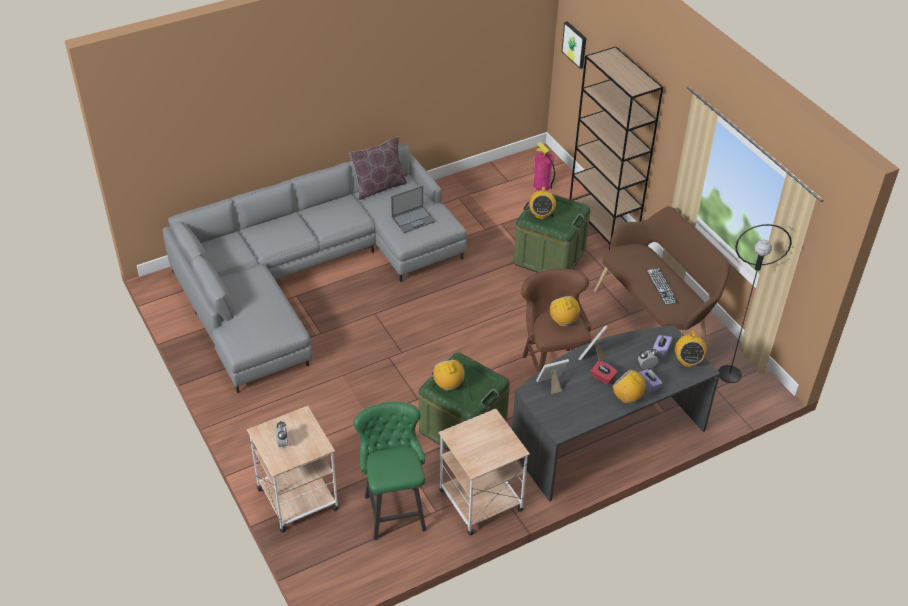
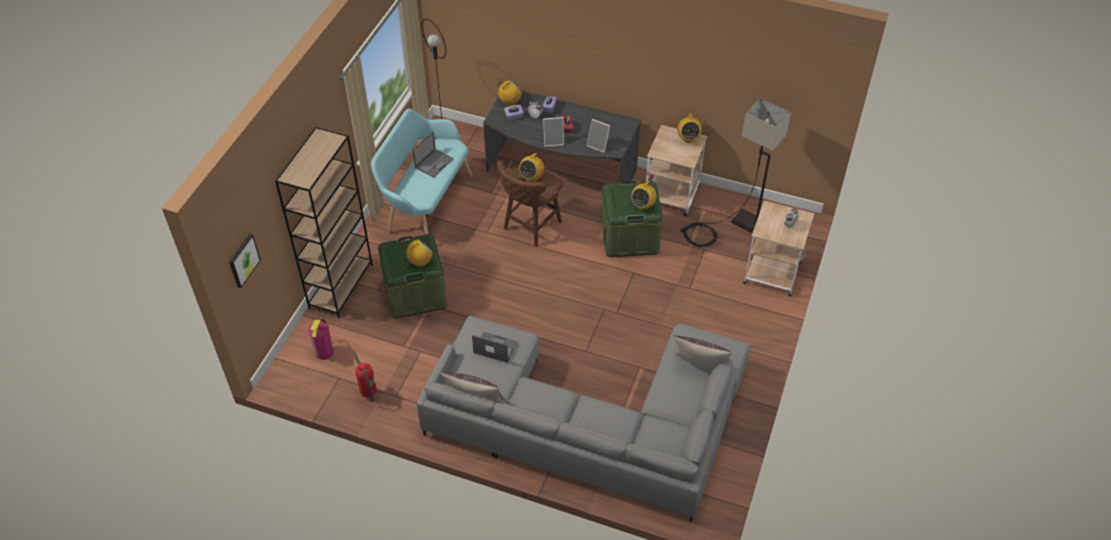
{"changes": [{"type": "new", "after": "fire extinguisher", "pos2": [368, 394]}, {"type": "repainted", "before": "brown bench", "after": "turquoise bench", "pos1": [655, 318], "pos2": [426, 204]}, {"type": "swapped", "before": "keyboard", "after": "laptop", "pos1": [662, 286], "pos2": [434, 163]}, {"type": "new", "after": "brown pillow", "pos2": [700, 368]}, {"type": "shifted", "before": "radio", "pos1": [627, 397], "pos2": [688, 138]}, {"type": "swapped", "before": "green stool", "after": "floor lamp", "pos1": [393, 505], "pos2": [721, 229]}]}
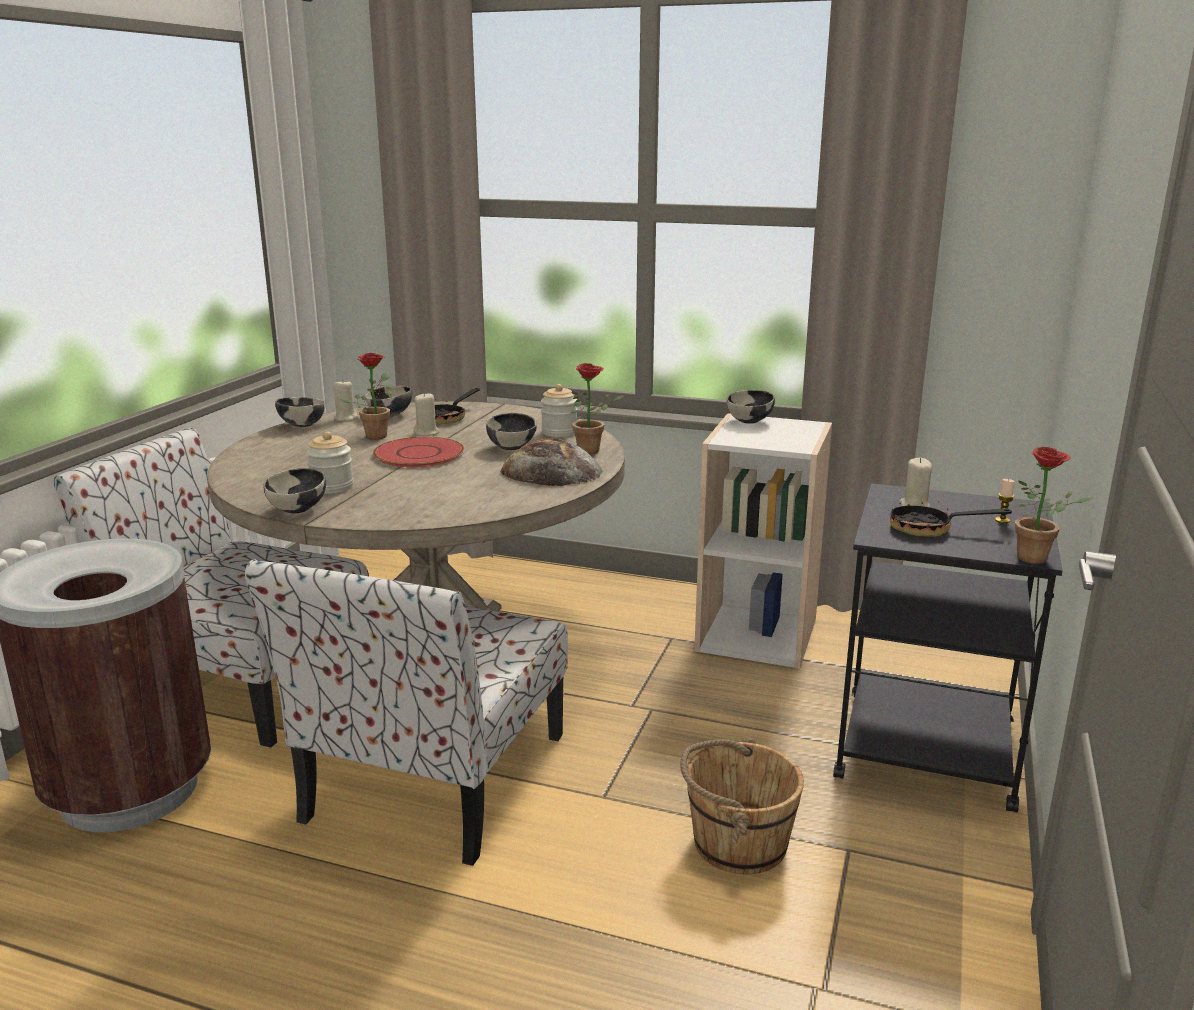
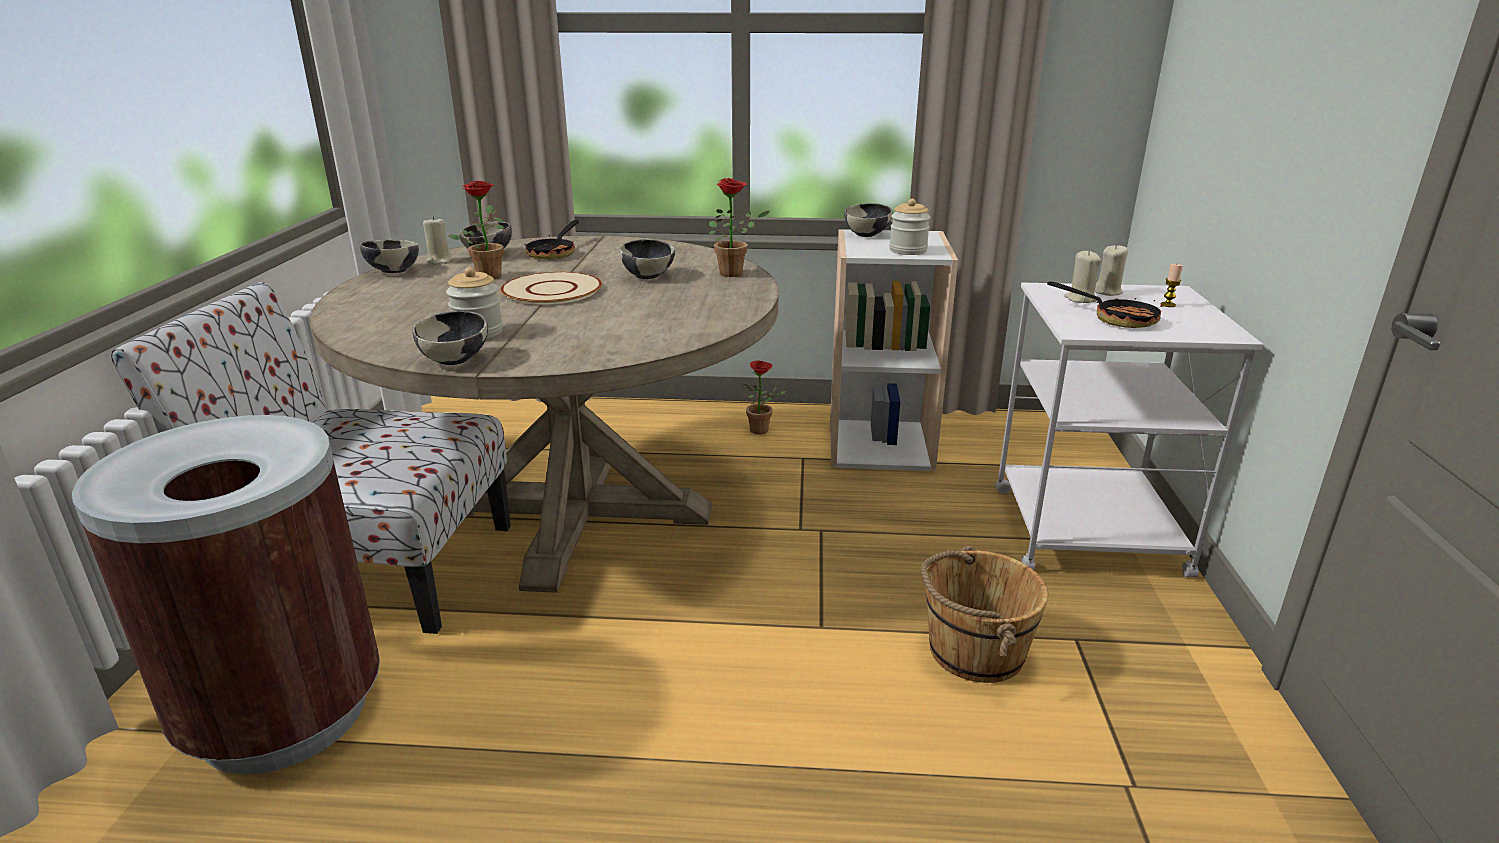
{"changes": [{"type": "repainted", "before": "red plate", "after": "beige plate", "pos1": [418, 454], "pos2": [551, 290]}, {"type": "shifted", "before": "potted plant", "pos1": [1038, 559], "pos2": [763, 430]}, {"type": "shifted", "before": "jar", "pos1": [559, 432], "pos2": [908, 250]}, {"type": "repainted", "before": "black cart", "after": "white cart", "pos1": [926, 751], "pos2": [1087, 533]}, {"type": "rotated", "before": "frying pan", "pos1": [930, 529], "pos2": [1115, 318], "turn": -135}, {"type": "shifted", "before": "beige candle", "pos1": [427, 433], "pos2": [1107, 292]}, {"type": "gone", "before": "chair", "pos1": [433, 780]}, {"type": "gone", "before": "bread", "pos1": [551, 471]}]}
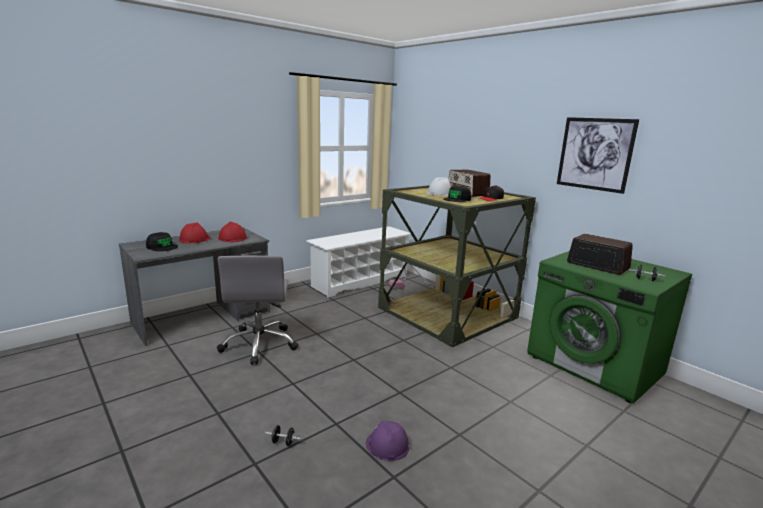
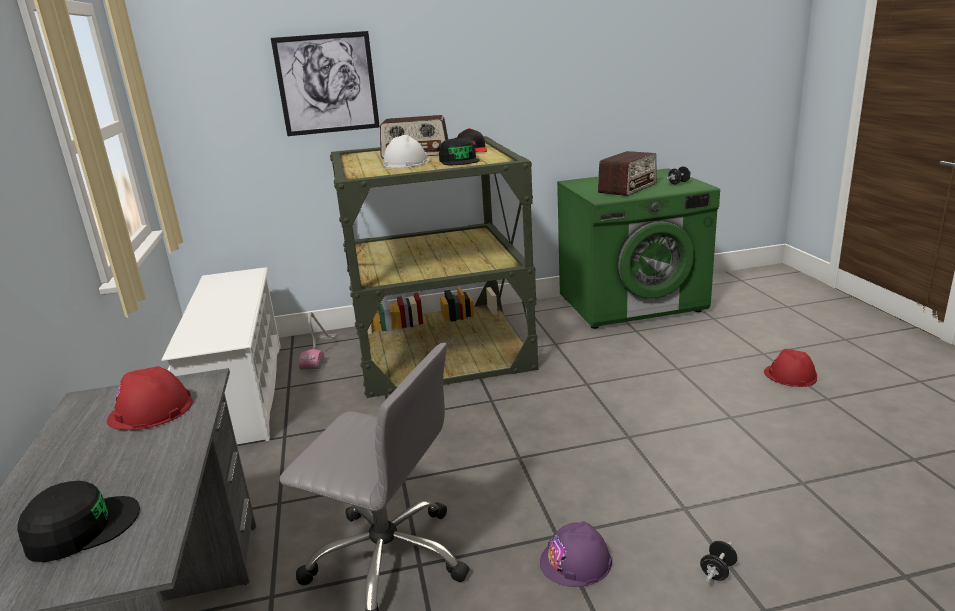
{"changes": [{"type": "shifted", "before": "picture", "pos1": [595, 154], "pos2": [327, 84]}, {"type": "shifted", "before": "purple hard hat", "pos1": [387, 445], "pos2": [576, 562]}, {"type": "rotated", "before": "radio", "pos1": [597, 265], "pos2": [627, 188], "turn": 150}, {"type": "shifted", "before": "red hard hat", "pos1": [194, 239], "pos2": [790, 375]}]}
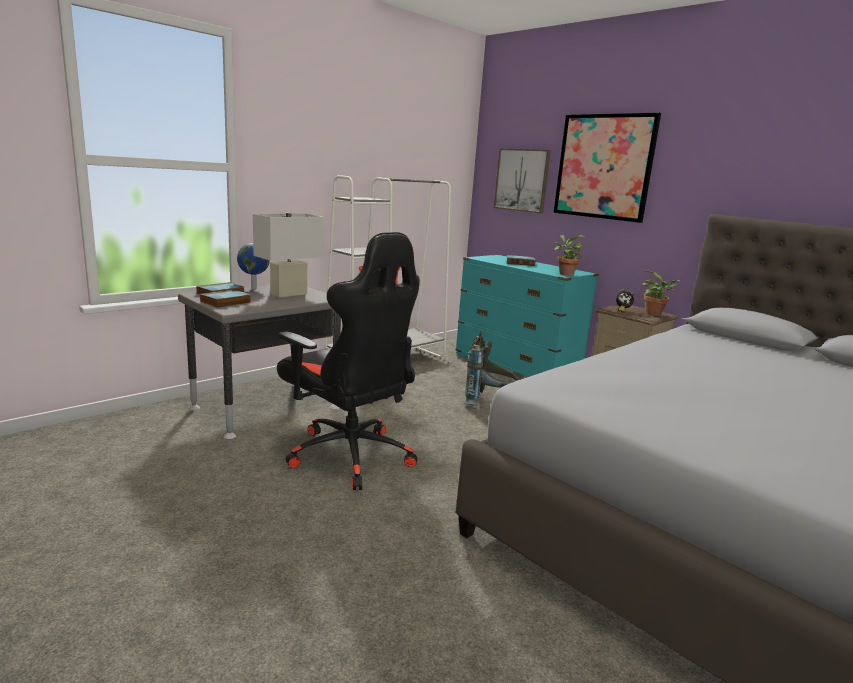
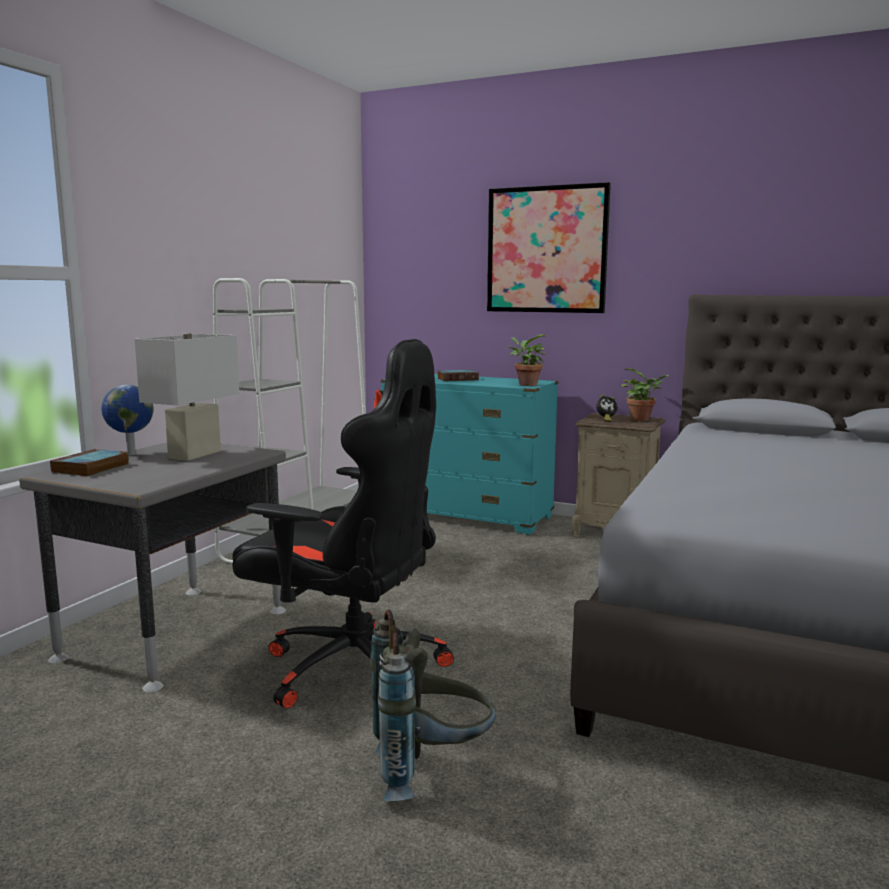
{"changes": [{"type": "shifted", "before": "grey backpack", "pos1": [488, 402], "pos2": [430, 770]}, {"type": "gone", "before": "book", "pos1": [225, 302]}, {"type": "gone", "before": "picture", "pos1": [522, 180]}]}
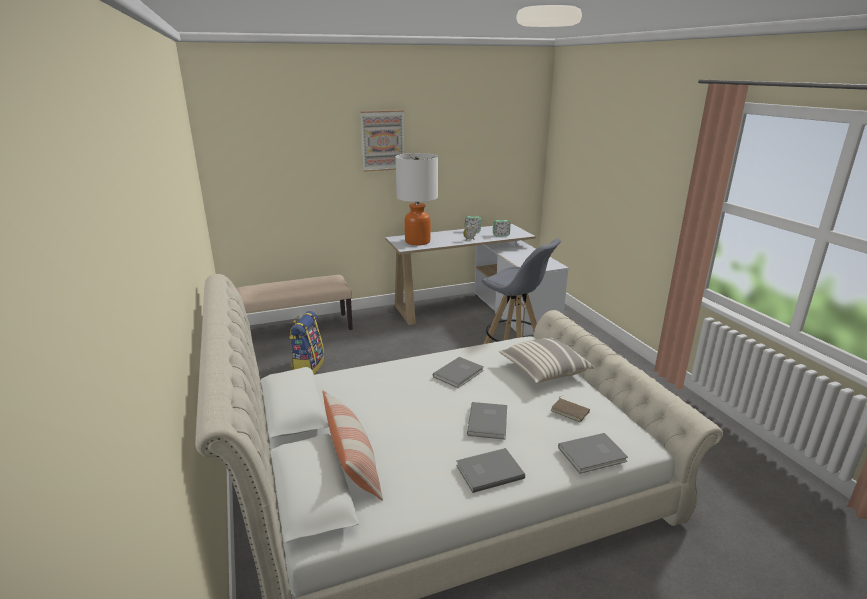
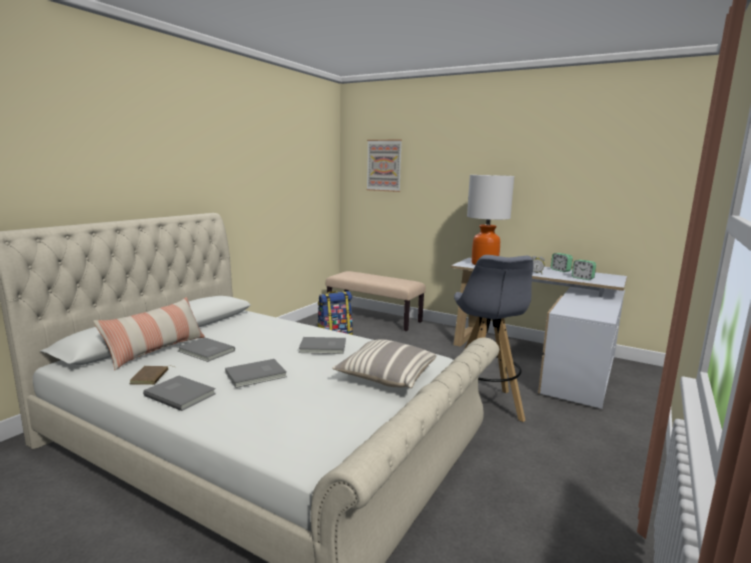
{"changes": [{"type": "shifted", "before": "brown book", "pos1": [570, 411], "pos2": [151, 377]}, {"type": "shifted", "before": "grey book", "pos1": [593, 455], "pos2": [205, 351]}, {"type": "shifted", "before": "picture", "pos1": [382, 140], "pos2": [384, 165]}]}
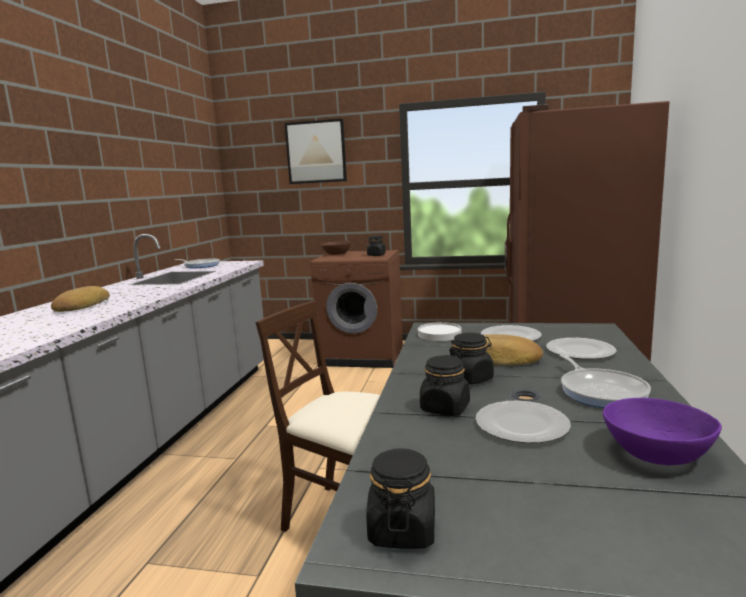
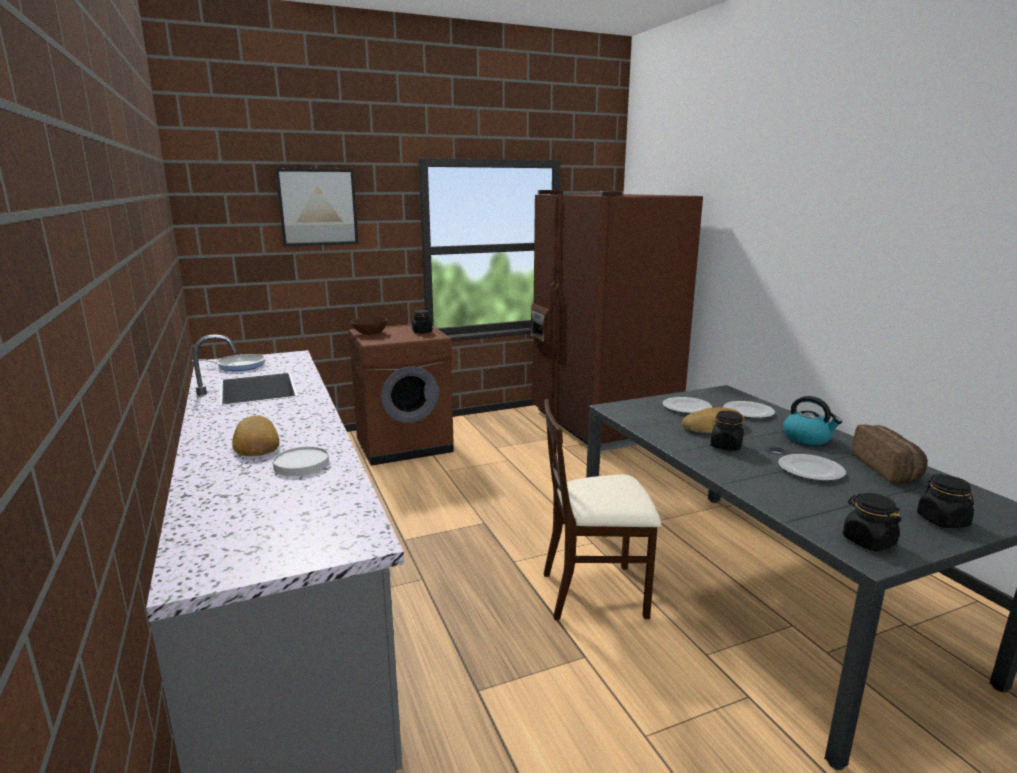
{"changes": [{"type": "shifted", "before": "white plate", "pos1": [439, 334], "pos2": [301, 464]}, {"type": "swapped", "before": "frying pan", "after": "kettle", "pos1": [601, 391], "pos2": [807, 438]}, {"type": "swapped", "before": "purple bowl", "after": "bread", "pos1": [655, 453], "pos2": [888, 468]}, {"type": "shifted", "before": "black jar", "pos1": [445, 408], "pos2": [943, 520]}]}
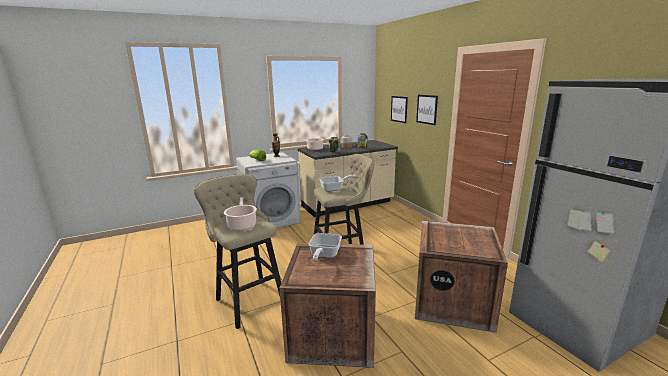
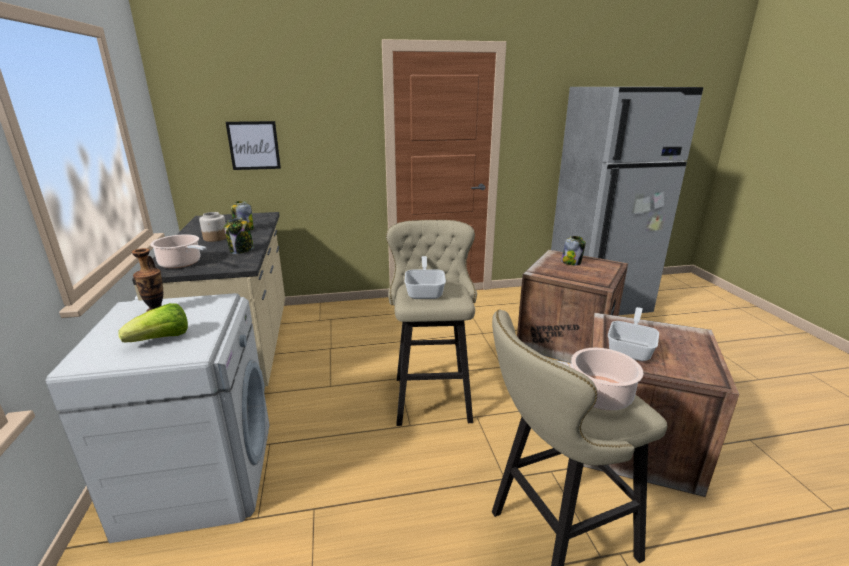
{"changes": [{"type": "new", "after": "jar", "pos2": [571, 262]}, {"type": "rotated", "before": "frying pan", "pos1": [324, 255], "pos2": [631, 348], "turn": -90}, {"type": "gone", "before": "picture", "pos1": [427, 109]}]}
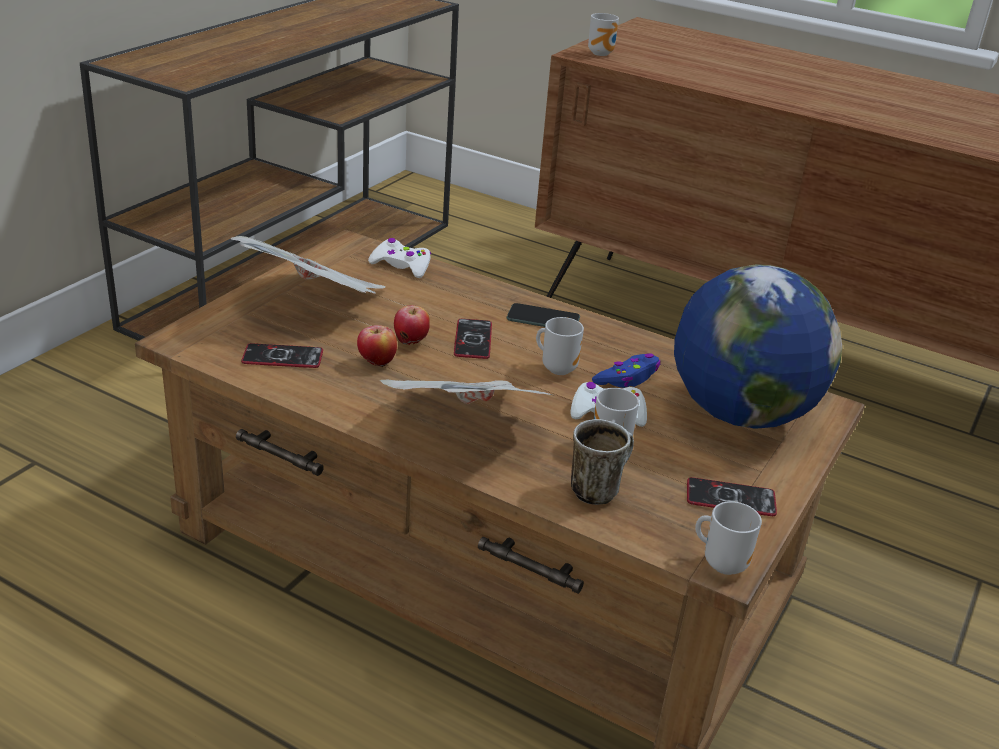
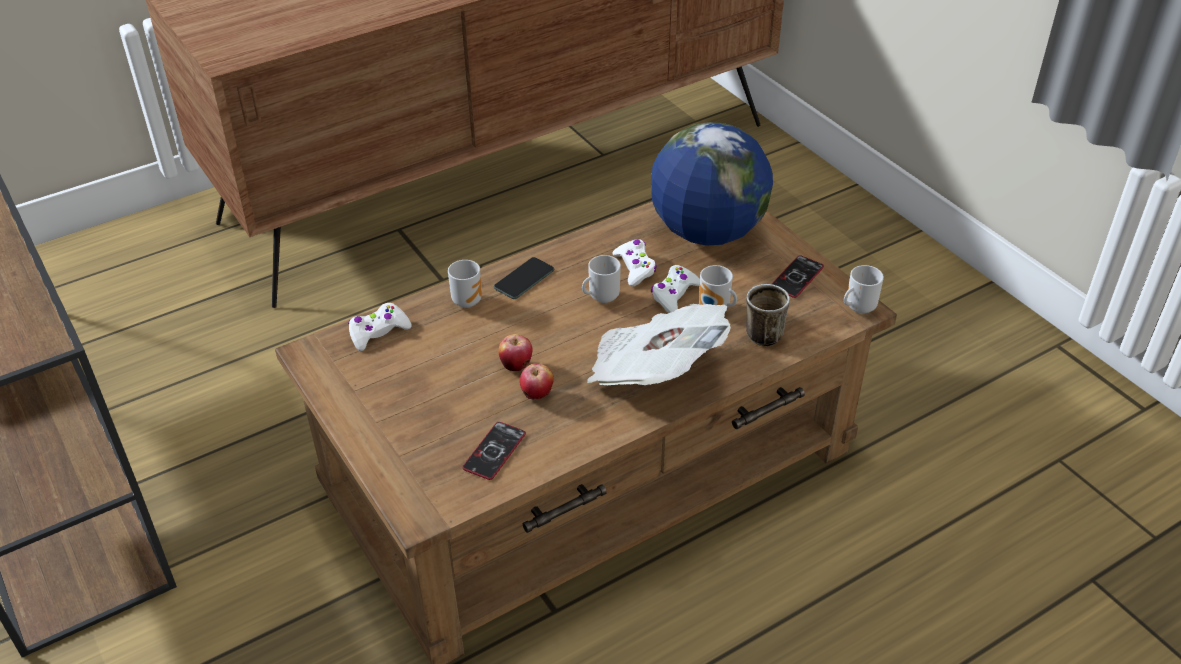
{"changes": [{"type": "shifted", "before": "mug", "pos1": [602, 53], "pos2": [467, 300]}, {"type": "repainted", "before": "blue game controller", "after": "white game controller", "pos1": [627, 378], "pos2": [635, 267]}, {"type": "gone", "before": "newspaper", "pos1": [314, 302]}, {"type": "gone", "before": "phone", "pos1": [473, 340]}]}
